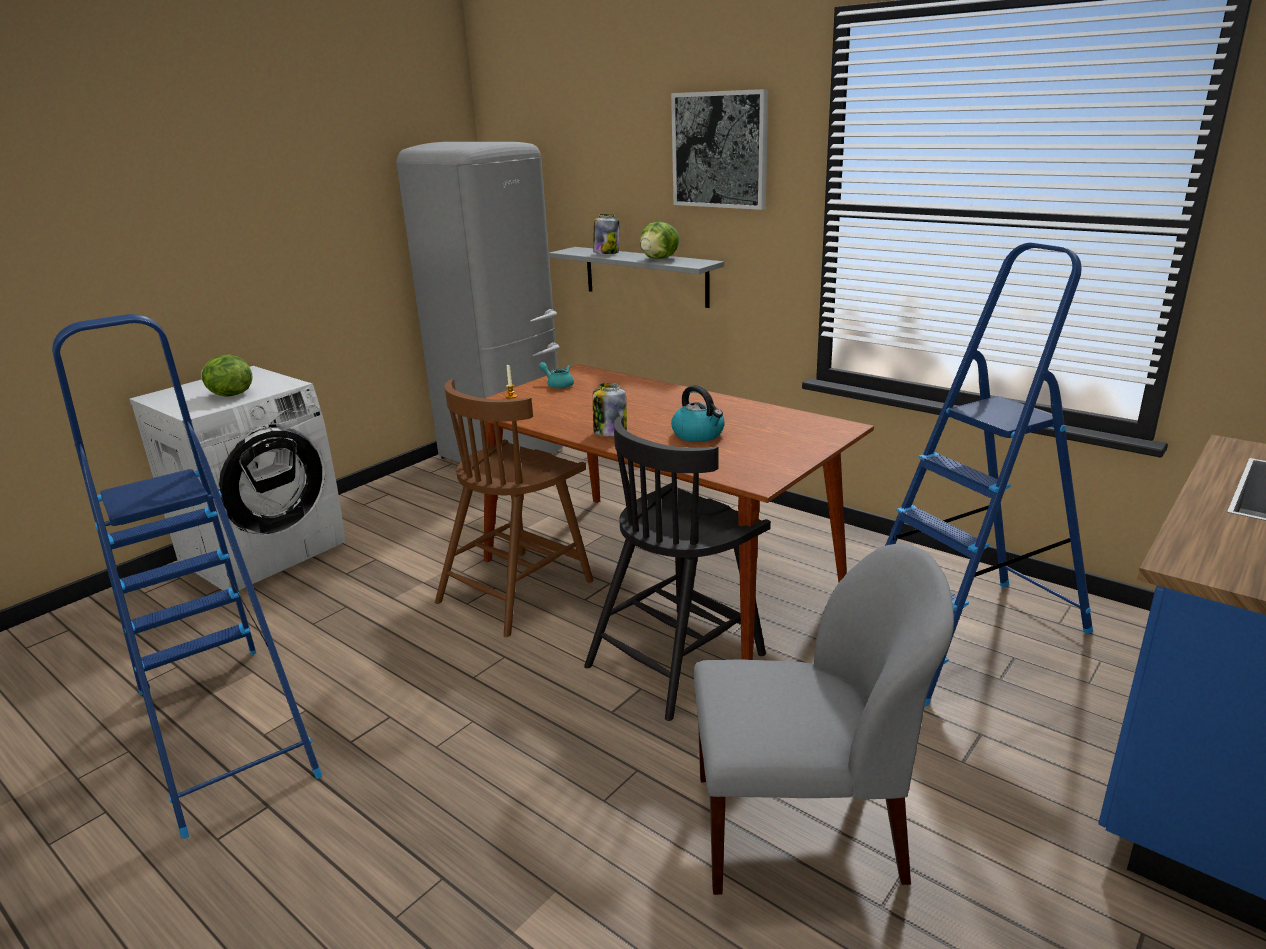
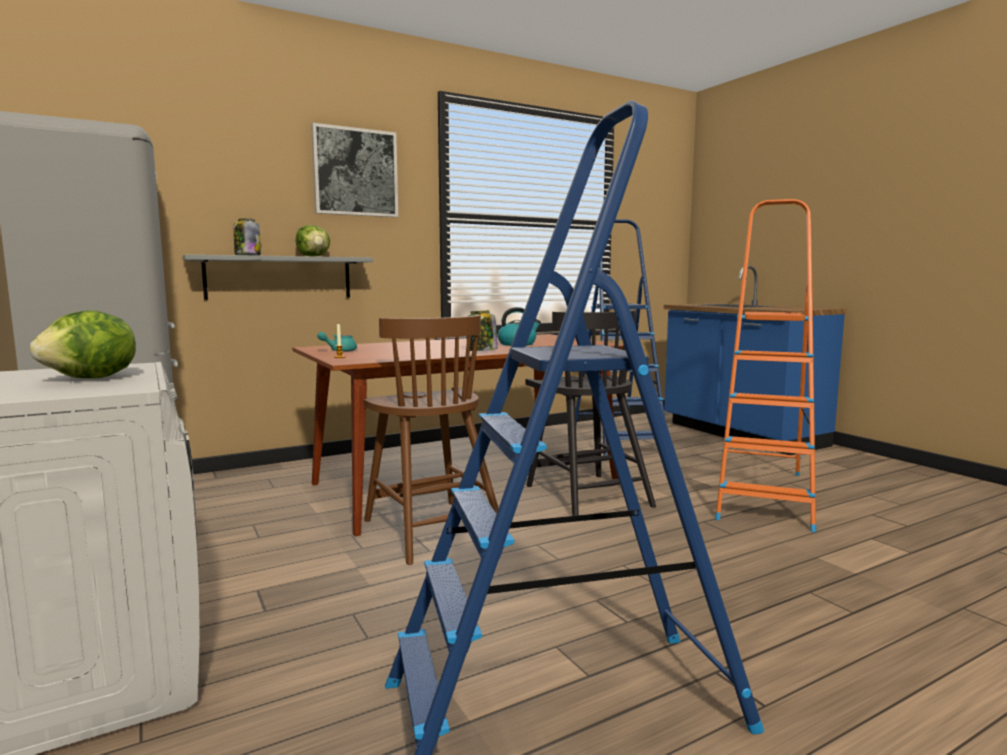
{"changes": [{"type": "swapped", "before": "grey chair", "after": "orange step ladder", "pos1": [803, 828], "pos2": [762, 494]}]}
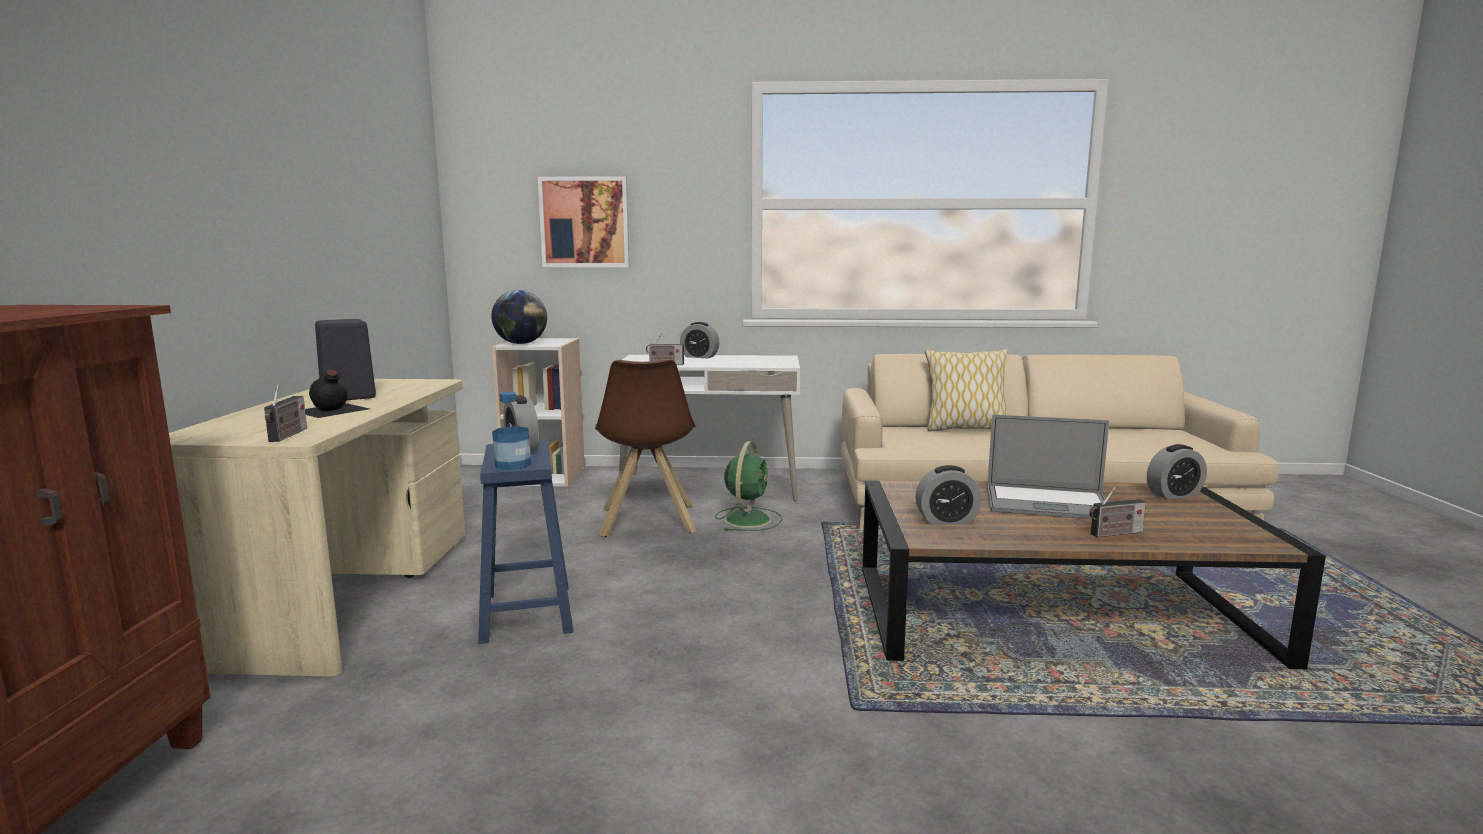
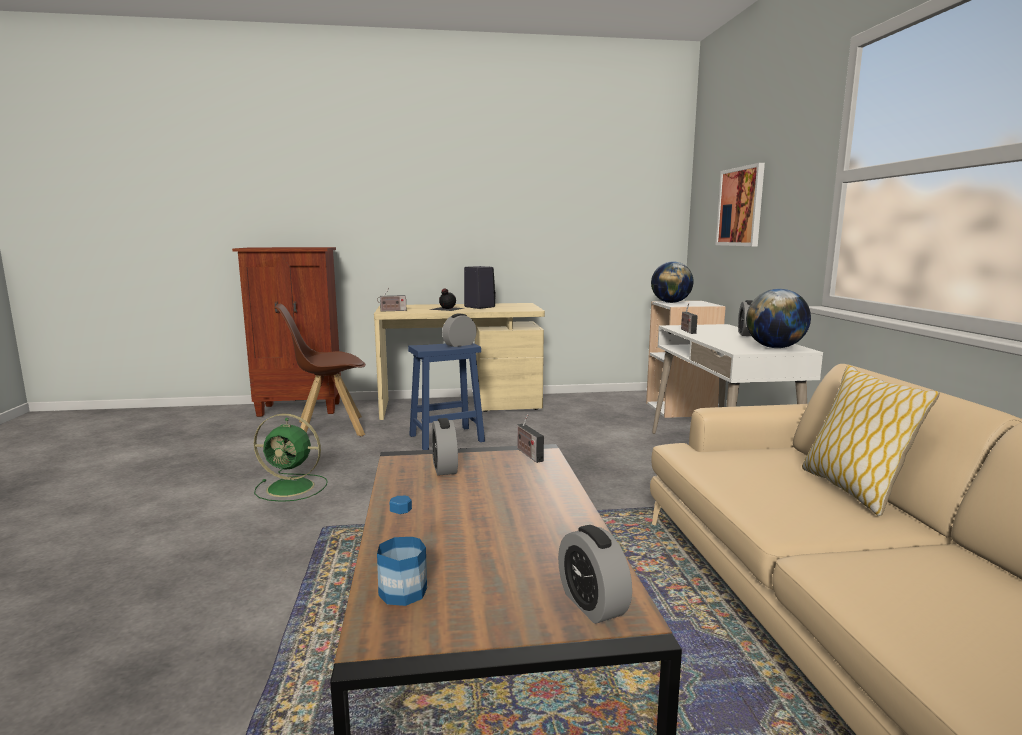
{"changes": [{"type": "shifted", "before": "green fan", "pos1": [748, 519], "pos2": [292, 488]}, {"type": "shifted", "before": "brown chair", "pos1": [647, 522], "pos2": [328, 428]}, {"type": "shifted", "before": "bottle", "pos1": [513, 465], "pos2": [403, 591]}, {"type": "shifted", "before": "radio", "pos1": [1114, 533], "pos2": [528, 454]}, {"type": "new", "after": "globe", "pos2": [775, 347]}, {"type": "gone", "before": "laptop", "pos1": [1047, 504]}]}
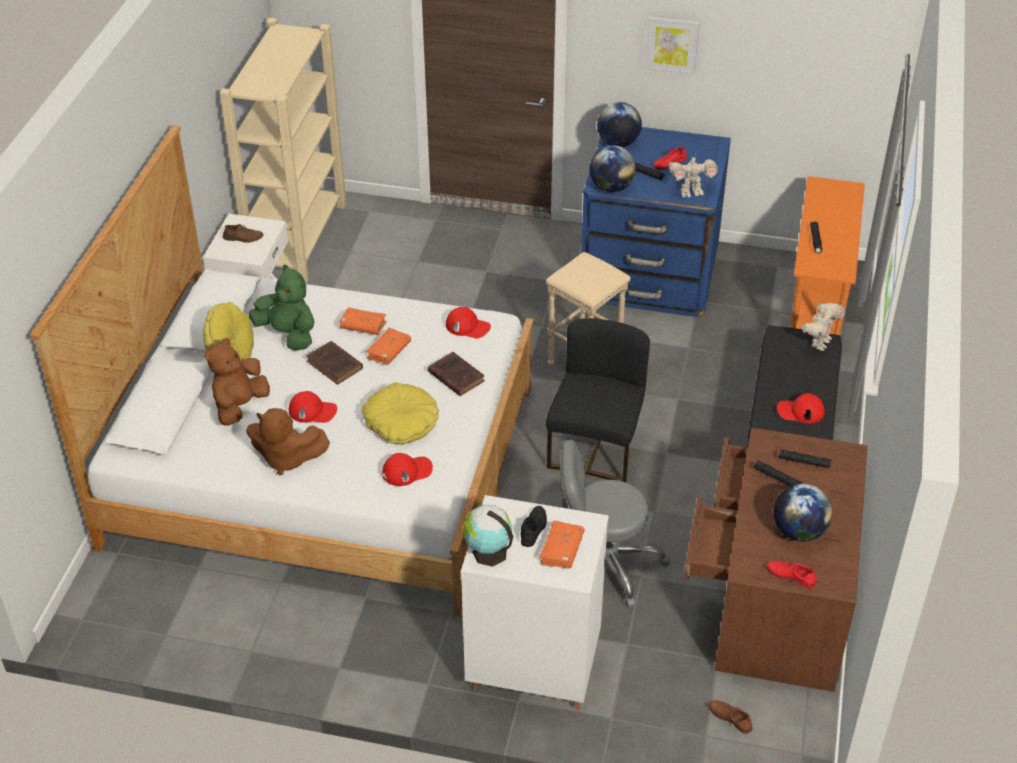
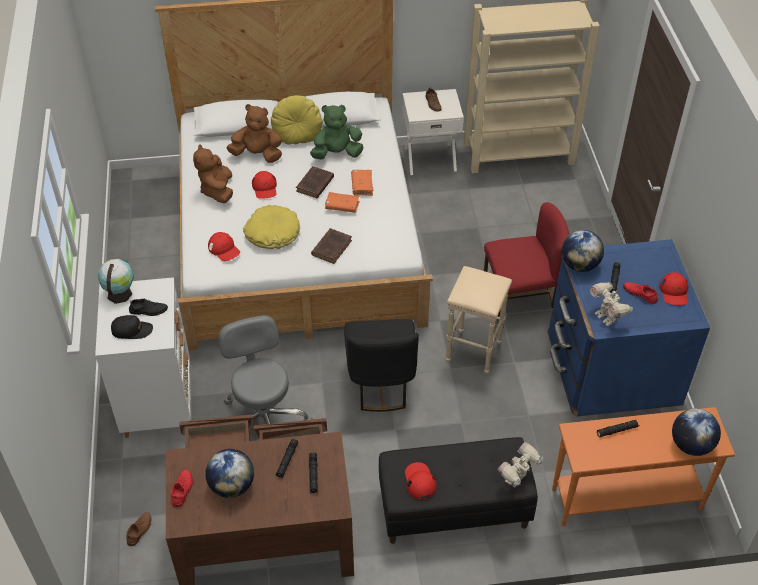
{"changes": [{"type": "swapped", "before": "orange book", "after": "black cap", "pos1": [561, 550], "pos2": [132, 330]}, {"type": "rotated", "before": "green plush toy", "pos1": [288, 334], "pos2": [337, 154], "turn": -120}, {"type": "rotated", "before": "black chair", "pos1": [596, 448], "pos2": [380, 383], "turn": 90}, {"type": "new", "after": "red chair", "pos2": [520, 296]}, {"type": "rotated", "before": "toy robot", "pos1": [819, 342], "pos2": [517, 479], "turn": 120}, {"type": "shifted", "before": "red cap", "pos1": [468, 326], "pos2": [674, 292]}, {"type": "shifted", "before": "globe", "pos1": [618, 143], "pos2": [691, 445]}, {"type": "gone", "before": "picture", "pos1": [672, 44]}]}
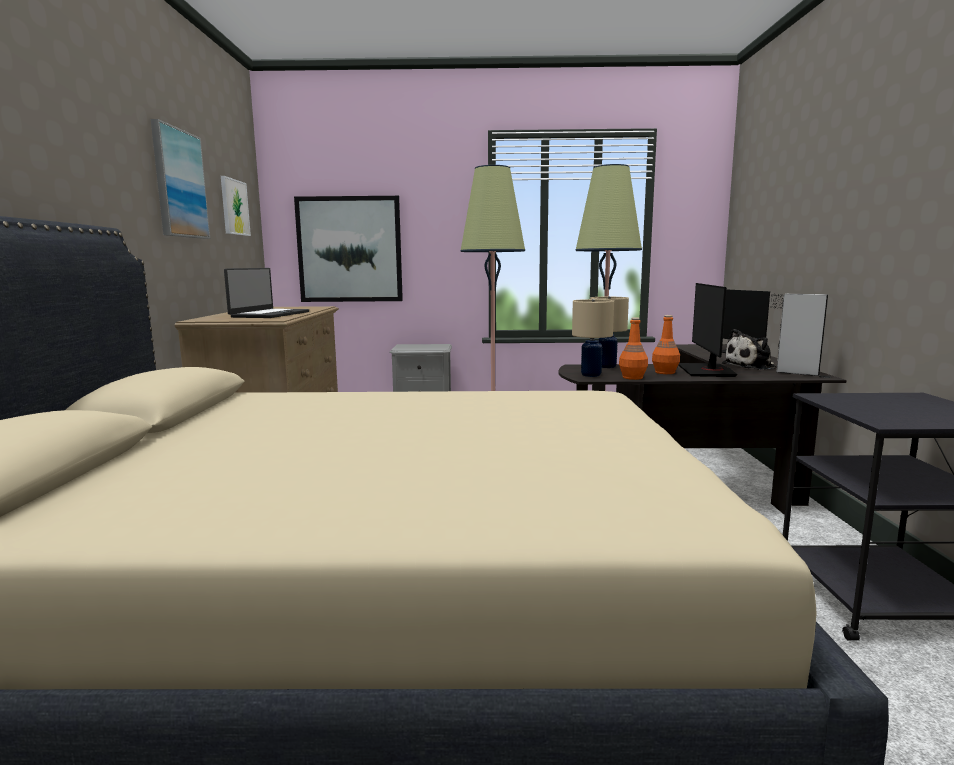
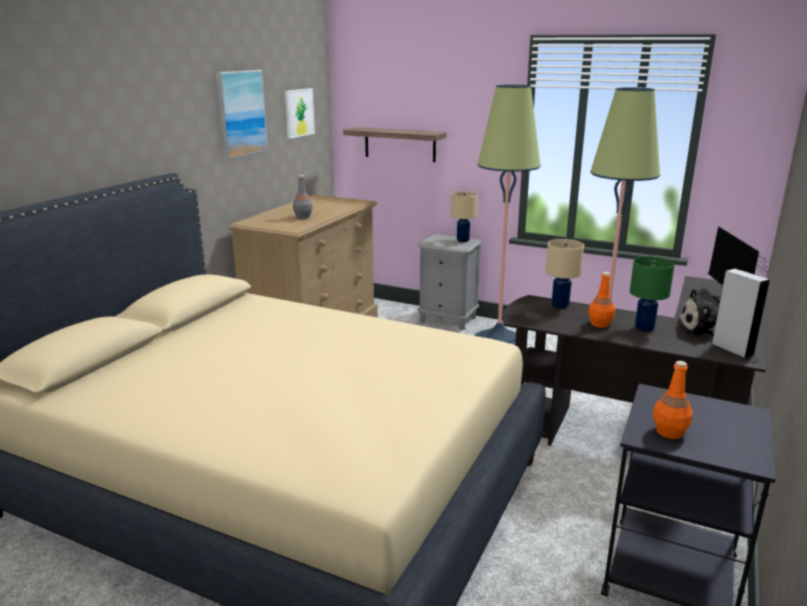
{"changes": [{"type": "swapped", "before": "laptop", "after": "grey bottle", "pos1": [269, 314], "pos2": [303, 217]}, {"type": "swapped", "before": "picture", "after": "shelf", "pos1": [350, 249], "pos2": [400, 144]}, {"type": "shifted", "before": "beige table lamp", "pos1": [589, 375], "pos2": [462, 240]}, {"type": "swapped", "before": "monitor", "after": "green table lamp", "pos1": [706, 371], "pos2": [645, 329]}, {"type": "shifted", "before": "orange bottle", "pos1": [632, 377], "pos2": [669, 432]}]}
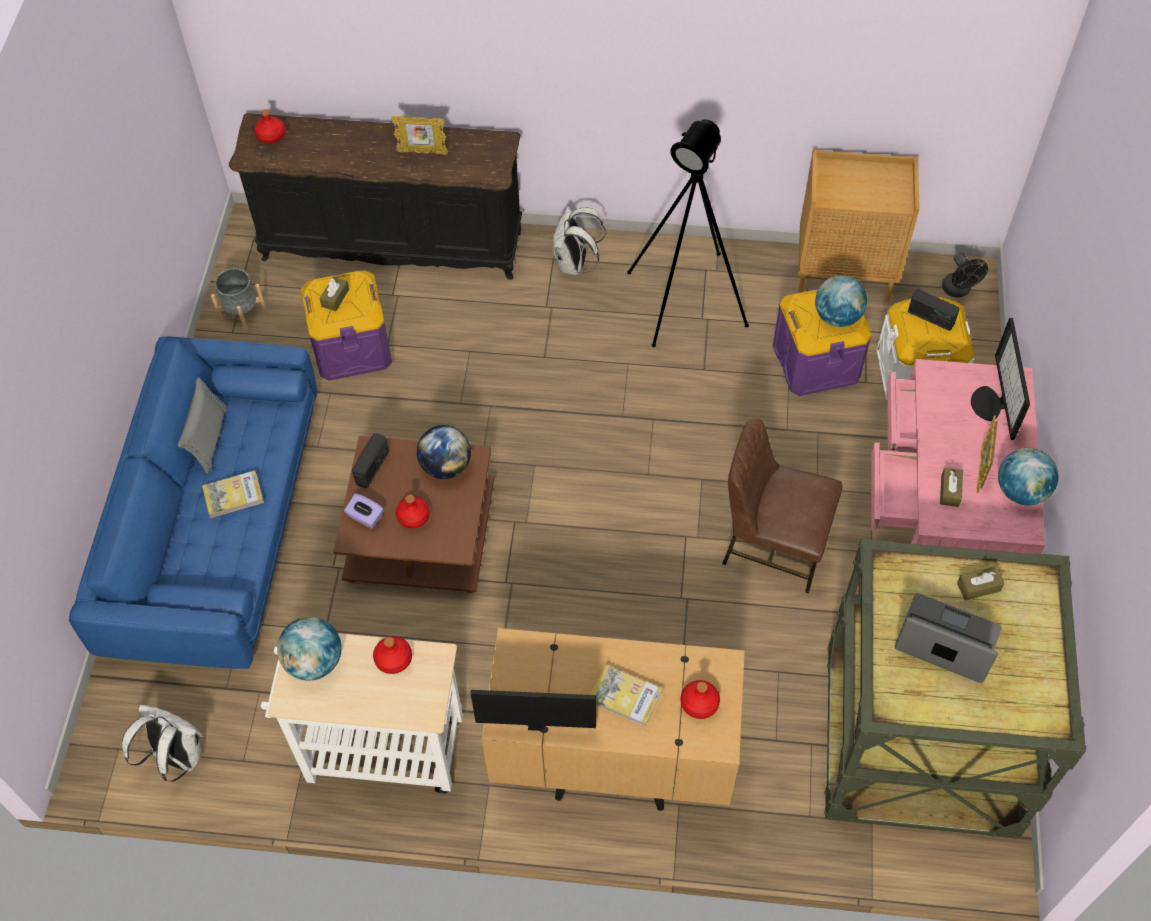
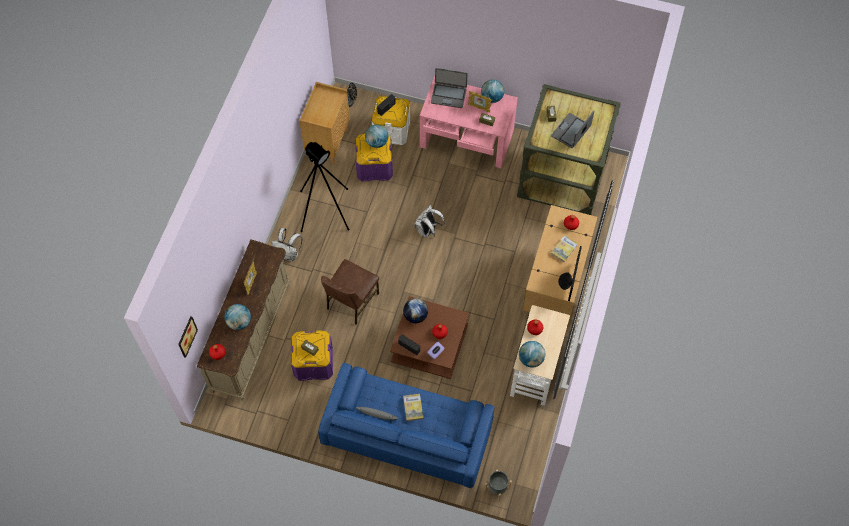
{"changes": [{"type": "new", "after": "picture", "pos2": [186, 336]}, {"type": "repainted", "before": "black cabinet", "after": "beige cabinet", "pos1": [391, 247], "pos2": [252, 337]}, {"type": "new", "after": "globe", "pos2": [239, 322]}, {"type": "shifted", "before": "brown chair", "pos1": [773, 544], "pos2": [351, 301]}, {"type": "shifted", "before": "white backpack", "pos1": [176, 757], "pos2": [427, 231]}, {"type": "swapped", "before": "monitor", "after": "laptop", "pos1": [991, 404], "pos2": [448, 95]}, {"type": "shifted", "before": "grey planter", "pos1": [242, 314], "pos2": [497, 488]}]}
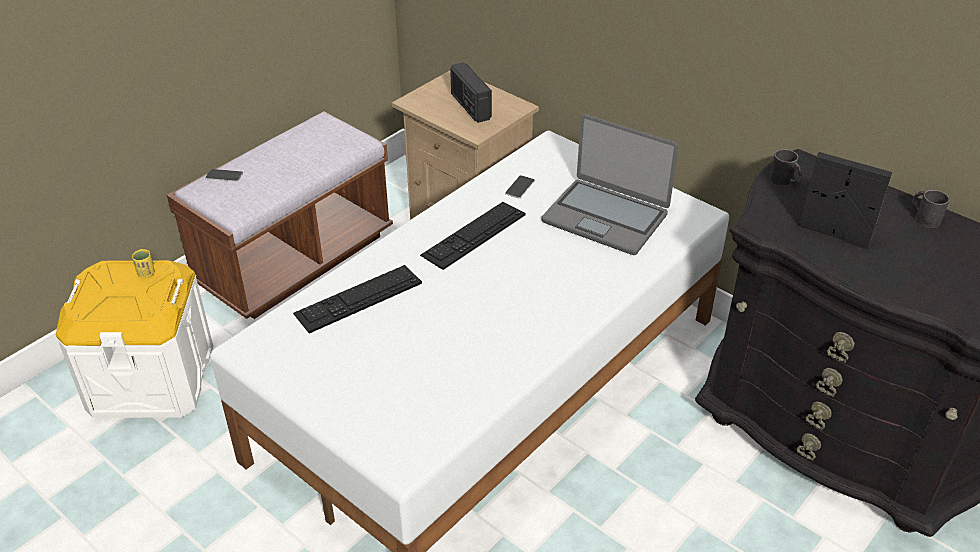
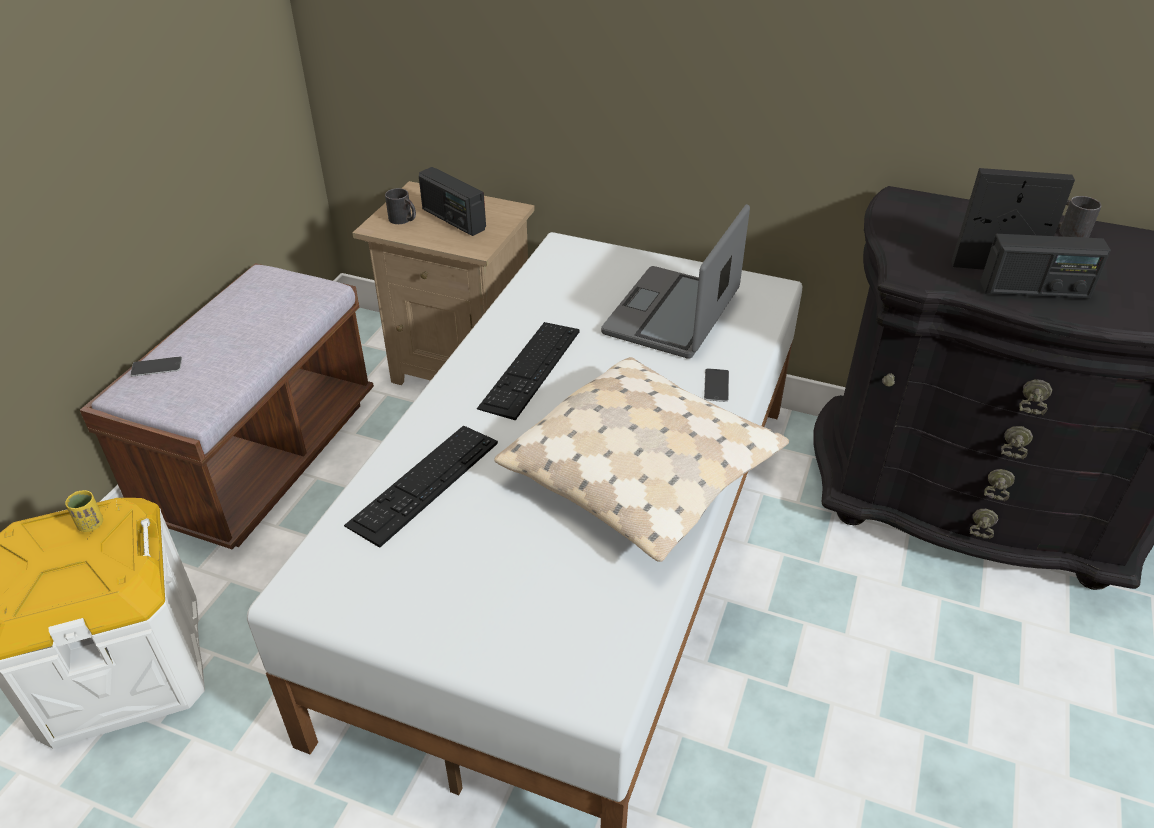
{"changes": [{"type": "shifted", "before": "black mug", "pos1": [785, 181], "pos2": [404, 220]}, {"type": "new", "after": "beige pillow", "pos2": [642, 474]}, {"type": "rotated", "before": "laptop", "pos1": [605, 217], "pos2": [673, 314], "turn": 105}, {"type": "shifted", "before": "phone", "pos1": [520, 187], "pos2": [716, 385]}, {"type": "new", "after": "radio", "pos2": [1034, 290]}]}
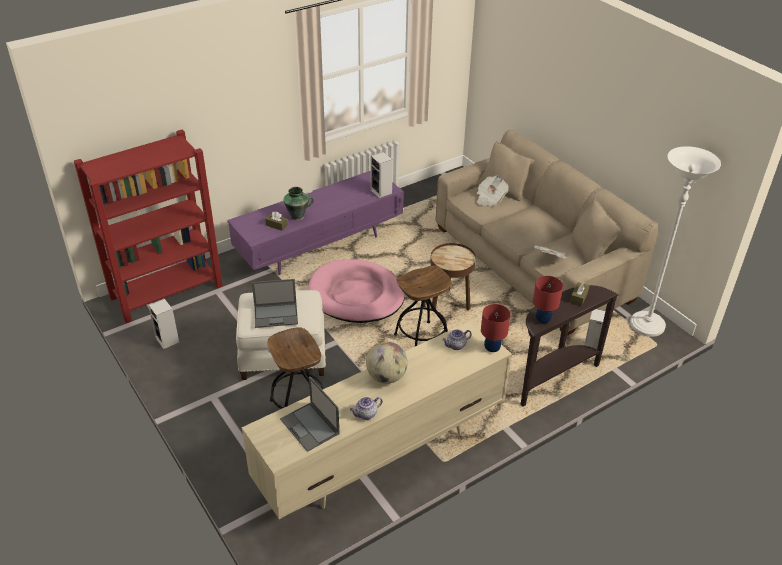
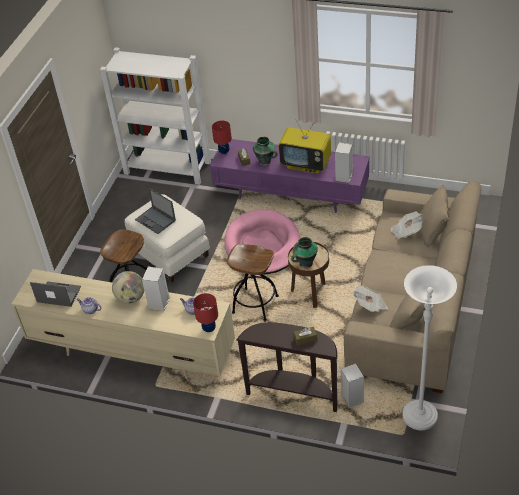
{"changes": [{"type": "rotated", "before": "laptop", "pos1": [310, 427], "pos2": [58, 294], "turn": 90}, {"type": "repainted", "before": "red bookcase", "after": "white bookcase", "pos1": [166, 291], "pos2": [167, 167]}, {"type": "shifted", "before": "speaker", "pos1": [168, 340], "pos2": [159, 304]}, {"type": "shifted", "before": "red table lamp", "pos1": [542, 320], "pos2": [223, 151]}, {"type": "new", "after": "television", "pos2": [306, 164]}, {"type": "new", "after": "vase", "pos2": [305, 263]}]}
